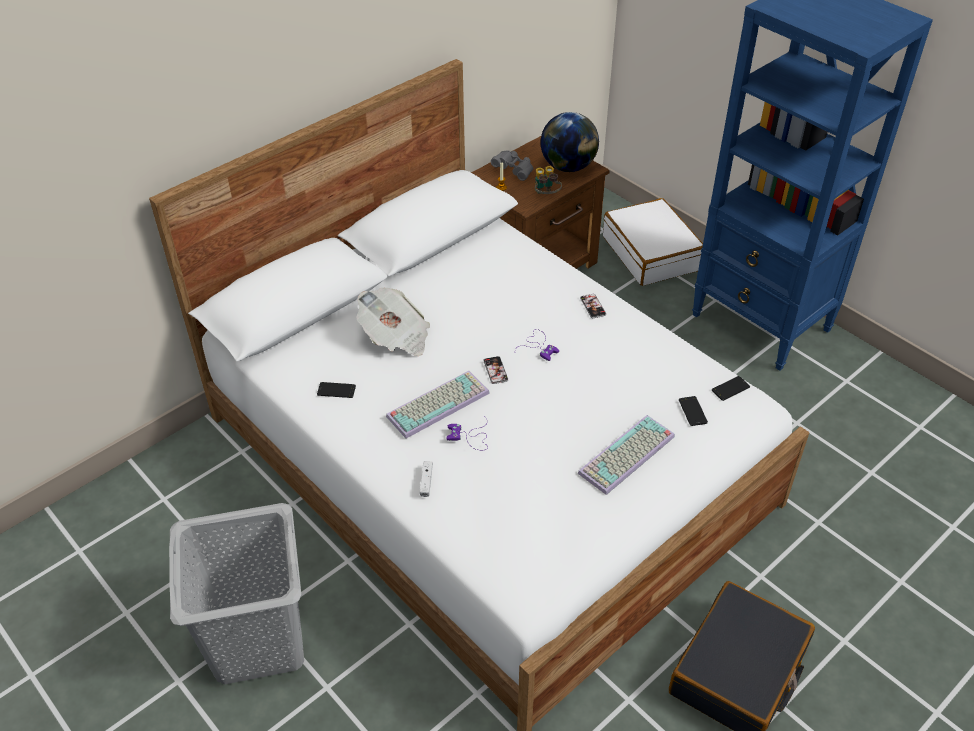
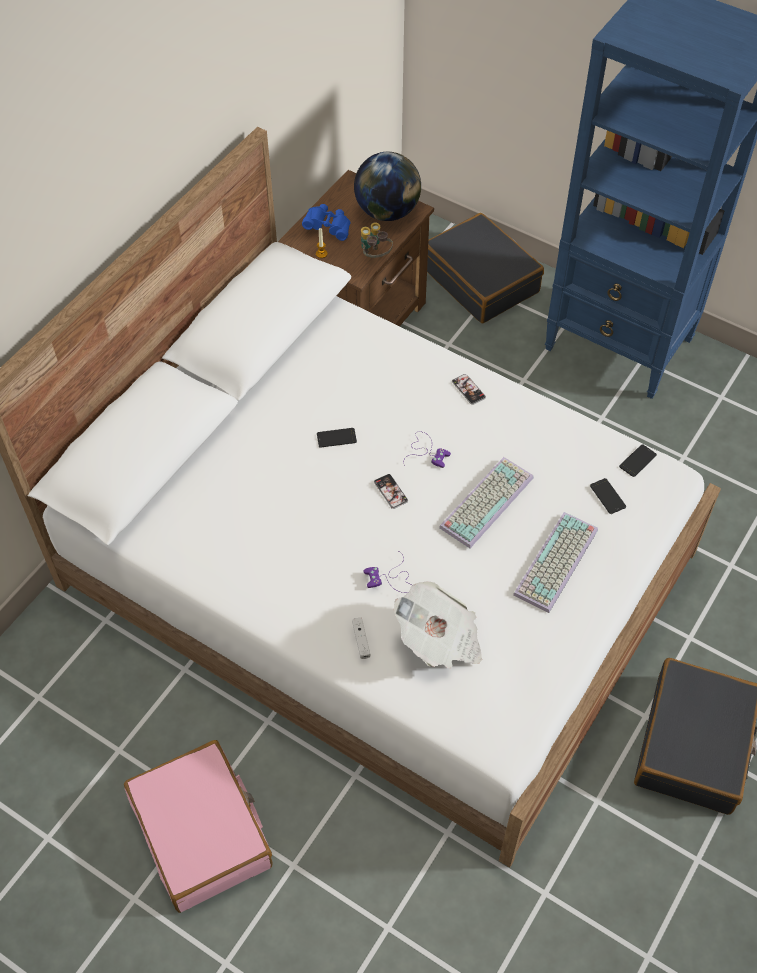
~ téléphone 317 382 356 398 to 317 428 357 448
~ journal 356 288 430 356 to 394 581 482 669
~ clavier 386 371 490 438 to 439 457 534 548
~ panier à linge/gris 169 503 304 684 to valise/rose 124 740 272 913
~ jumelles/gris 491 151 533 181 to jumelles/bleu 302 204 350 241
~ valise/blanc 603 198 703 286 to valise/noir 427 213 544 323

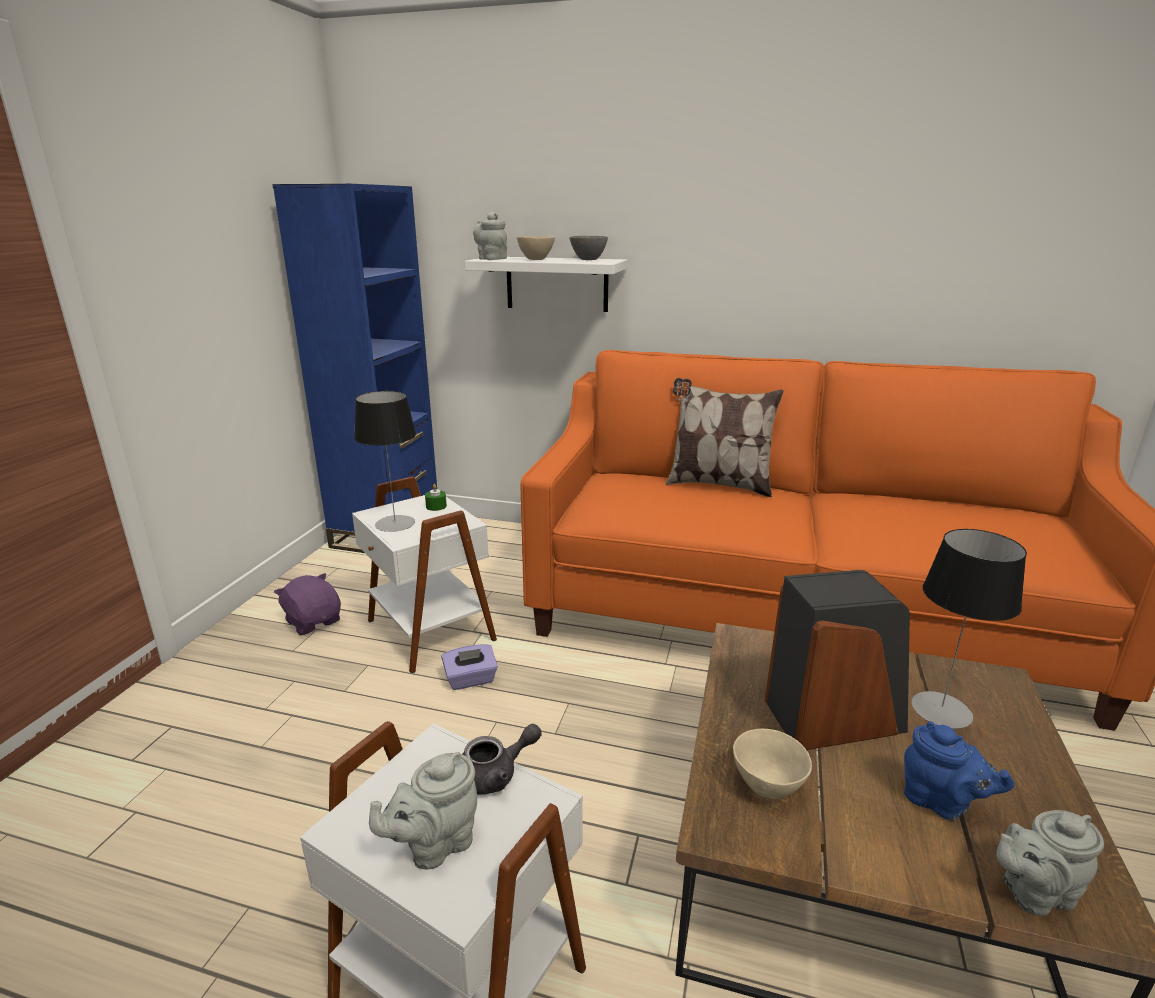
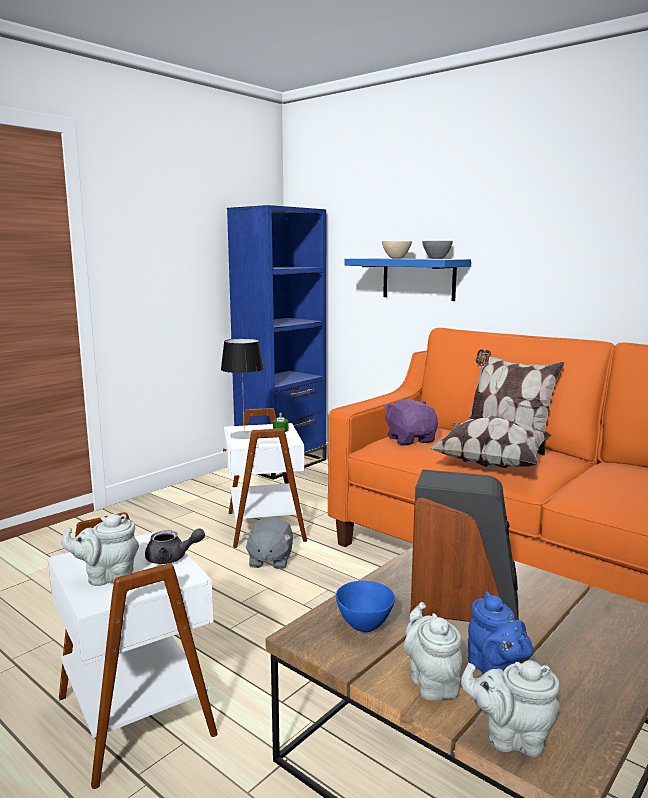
- lampe de table 912 529 1027 729
+ coussin 428 415 552 469
~ peluche/violet 274 573 341 635 to 384 399 438 446
~ théière/gris 473 212 507 260 to 403 602 463 700
~ boîte à mouchoirs/violet 442 644 498 690 to peluche/gris 243 517 293 569
~ étagère/blanc 464 257 628 312 to étagère/bleu 344 258 471 301
~ bol/beige 733 729 812 799 to bol/bleu 336 581 395 632

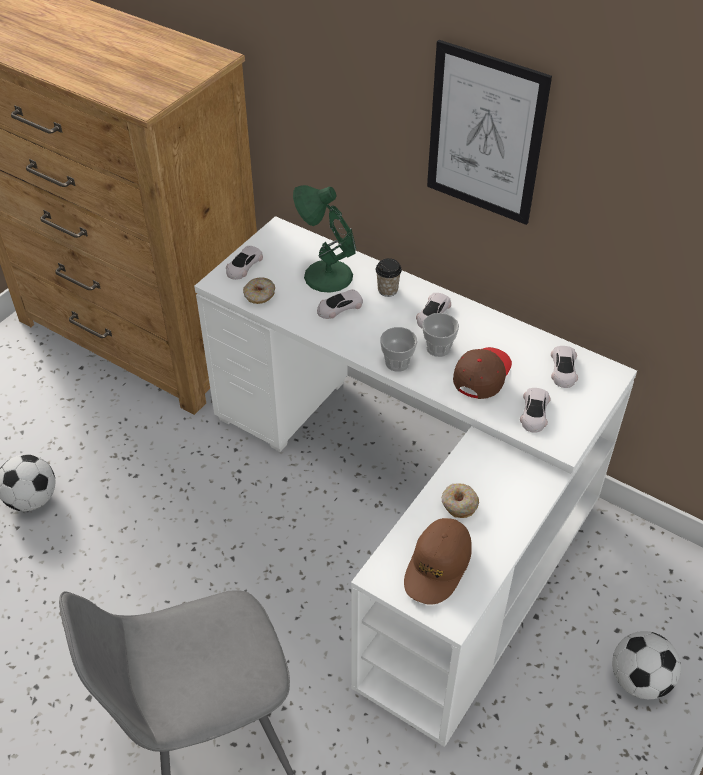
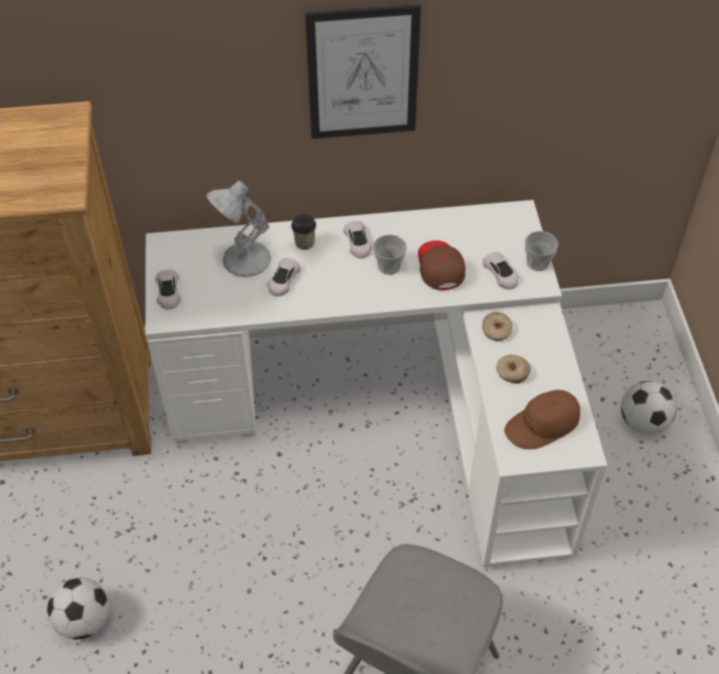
- petite voiture/blanc 551 346 578 388
~ beignet 243 277 275 304 to 482 312 513 341
~ tasse 380 327 417 372 to 525 231 558 271
~ lampe de table/vert 293 185 356 293 to lampe de table/blanc 206 181 271 277
~ casquette/marron 404 518 472 605 = 504 390 580 449 75 degrees clockwise

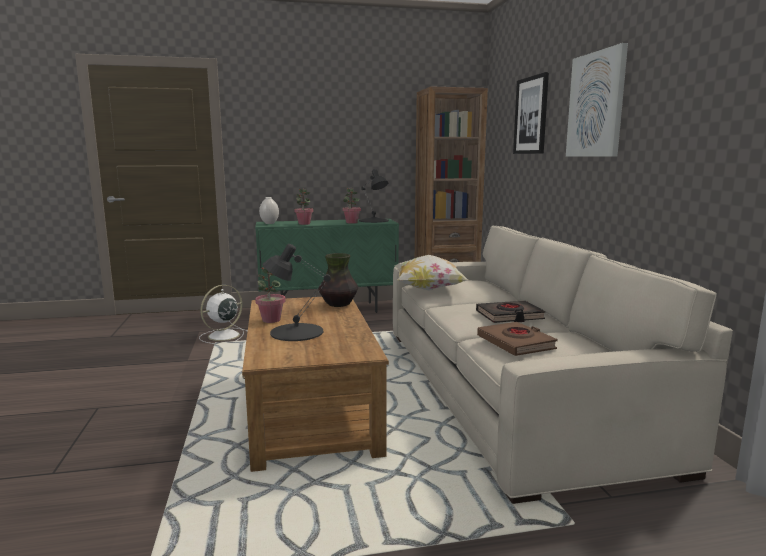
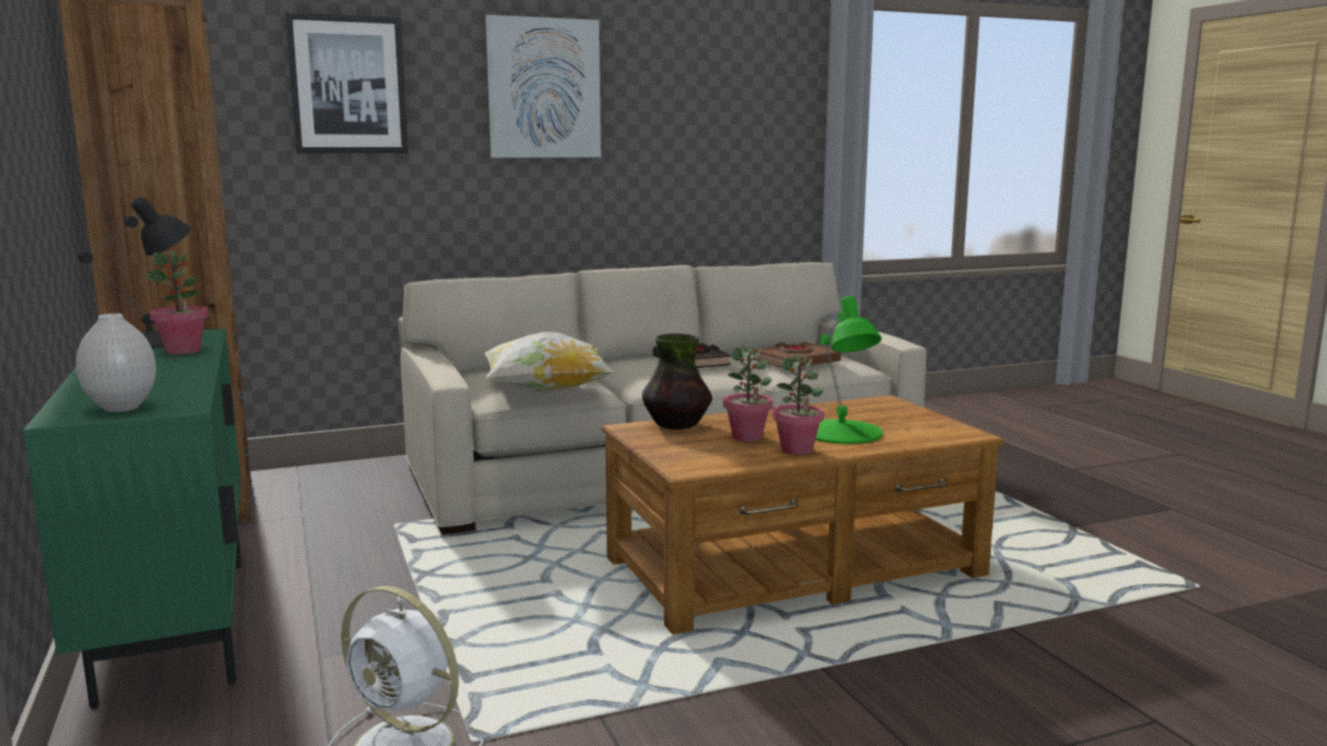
~ plante en pot 294 188 314 225 to 723 345 773 442
~ lampe de table/noir 262 244 331 341 to lampe de table/vert 815 296 883 444

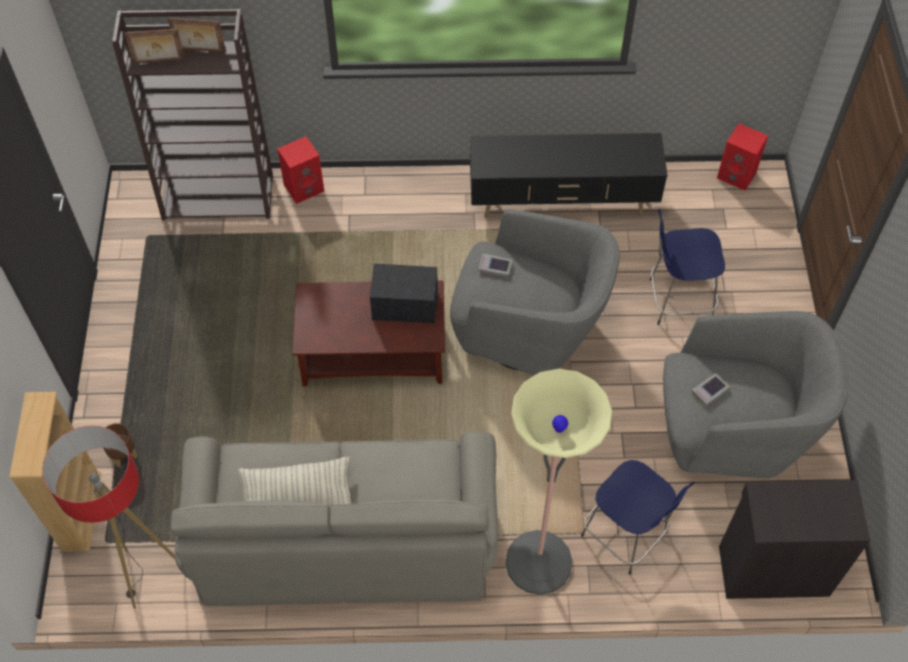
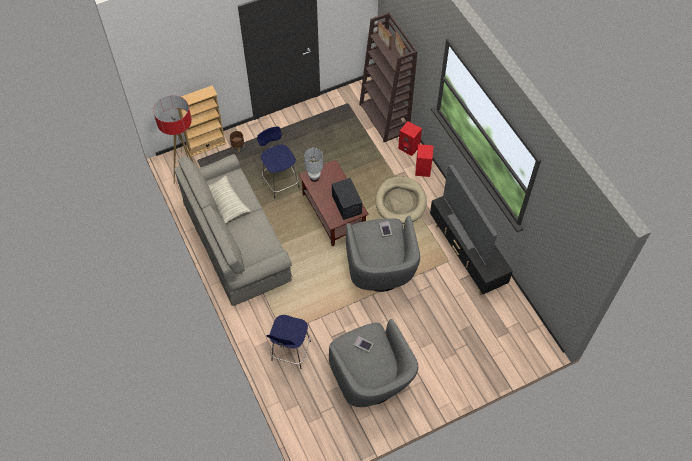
- lampadaire 505 369 613 595
- meuble de rangement/noir 719 480 870 599
+ lampe de table/blanc 304 148 323 182
+ panier pour chien/beige 376 176 427 224
+ téléviseur 443 165 497 266
~ tabouret/bleu 650 209 725 325 to 257 126 300 198
~ enceinte/rouge 717 123 768 191 to 415 144 433 177

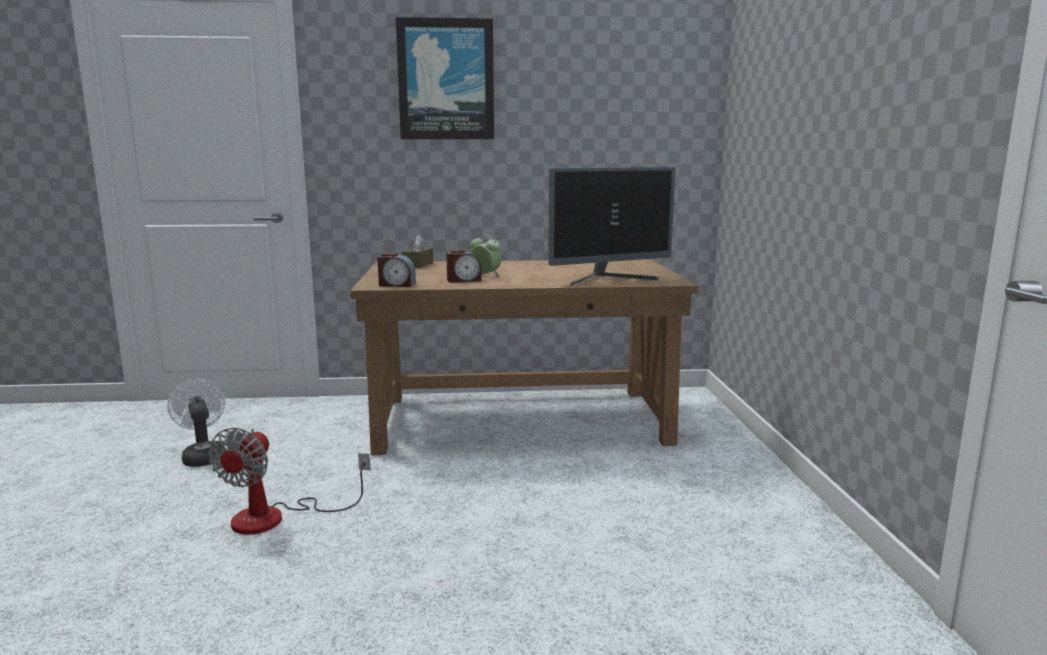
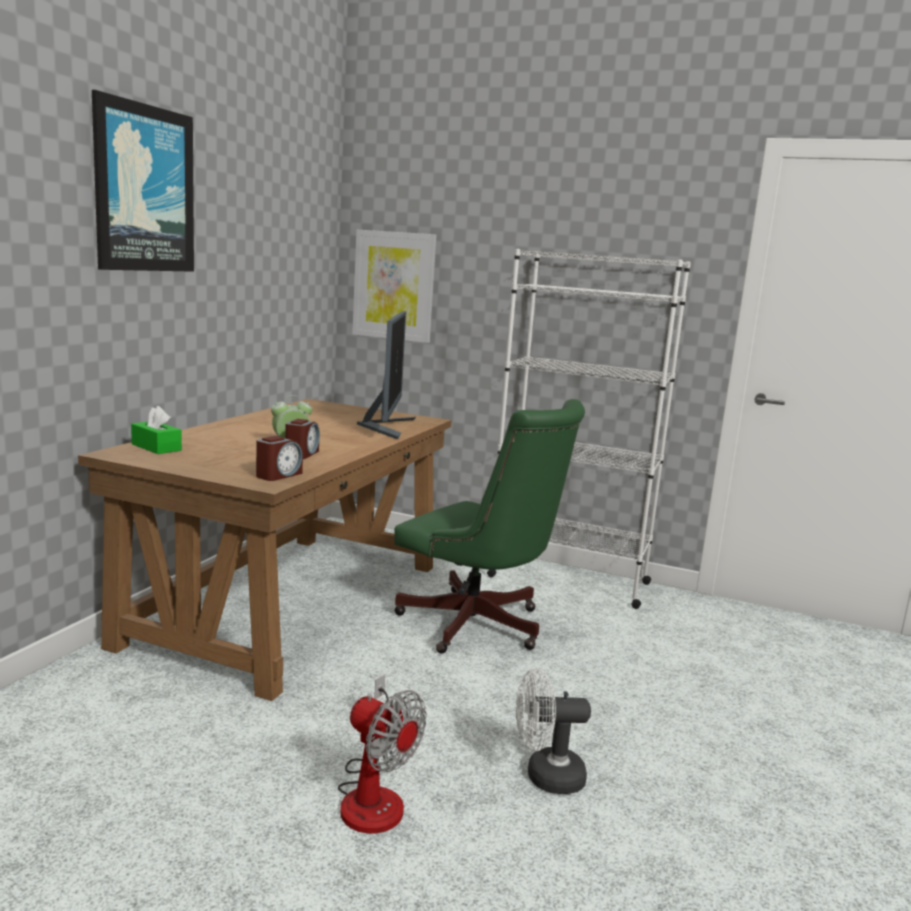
+ tableau 352 230 437 343
+ chaise de bureau/vert 394 399 585 654
+ bibliothèque/blanc 487 249 691 609
~ ventilateur/blanc 167 379 225 467 to 516 668 591 794
~ boîte à mouchoirs/marron 402 235 433 268 to boîte à mouchoirs/vert 131 406 182 454

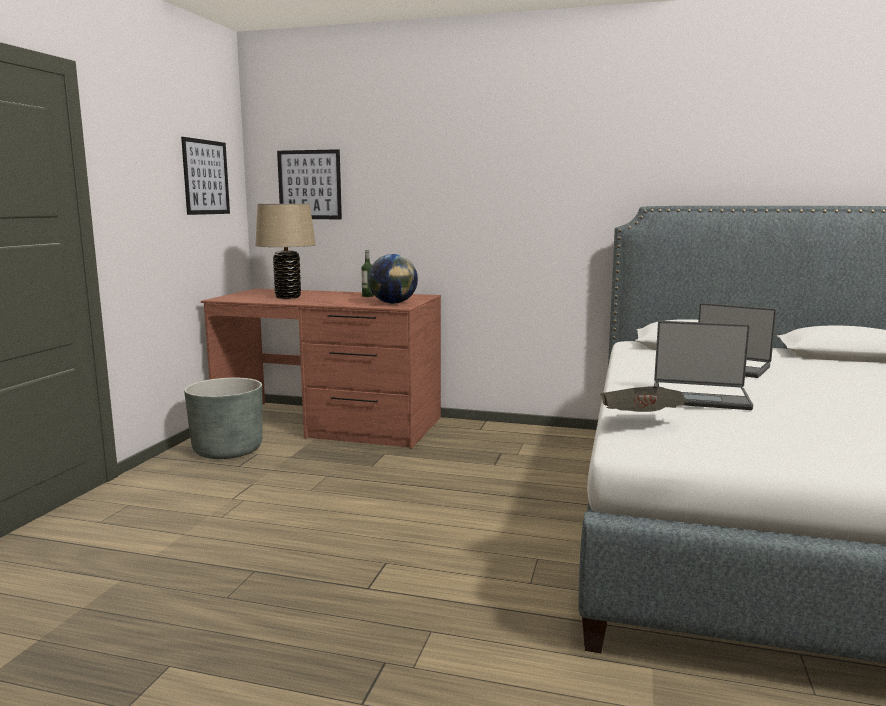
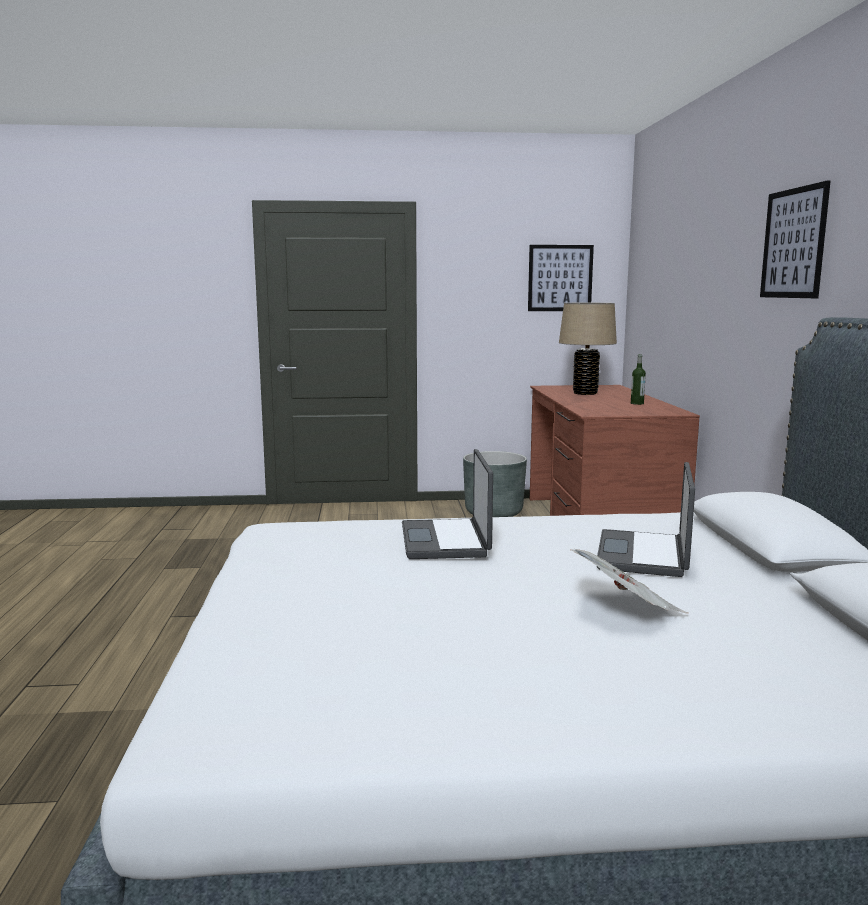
- globe 368 254 418 304
~ tableau 277 149 342 219 to 760 180 831 298
~ journal 600 386 687 412 to 569 549 689 614

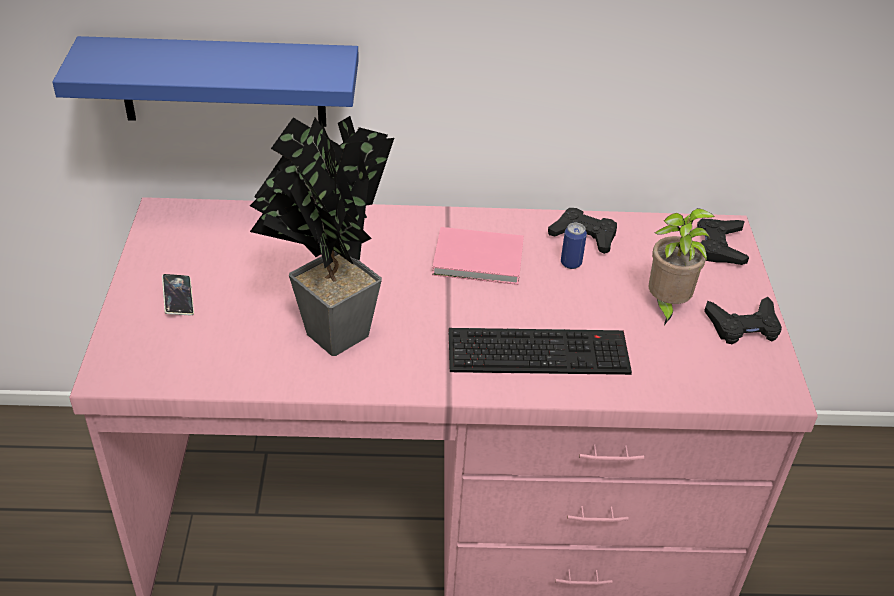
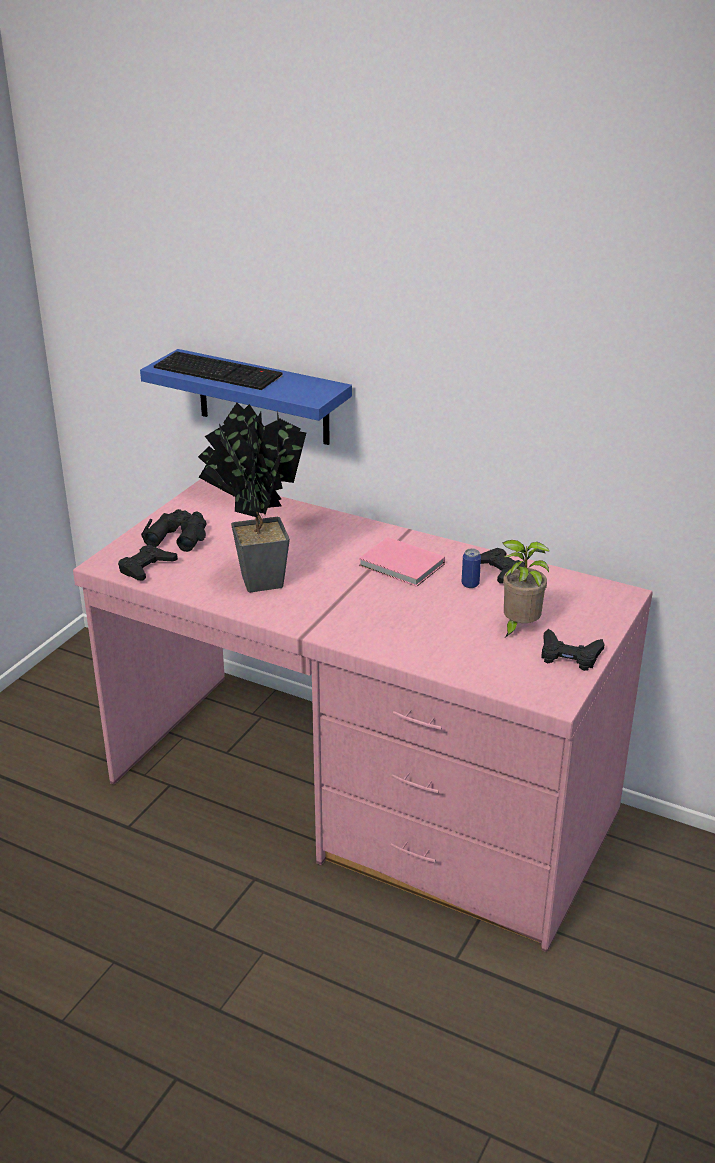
~ clavier 449 328 632 375 to 154 351 283 390
~ manette/noir 696 218 749 265 to 118 545 178 580
~ téléphone 162 274 194 315 to jumelles/noir 141 509 207 552

